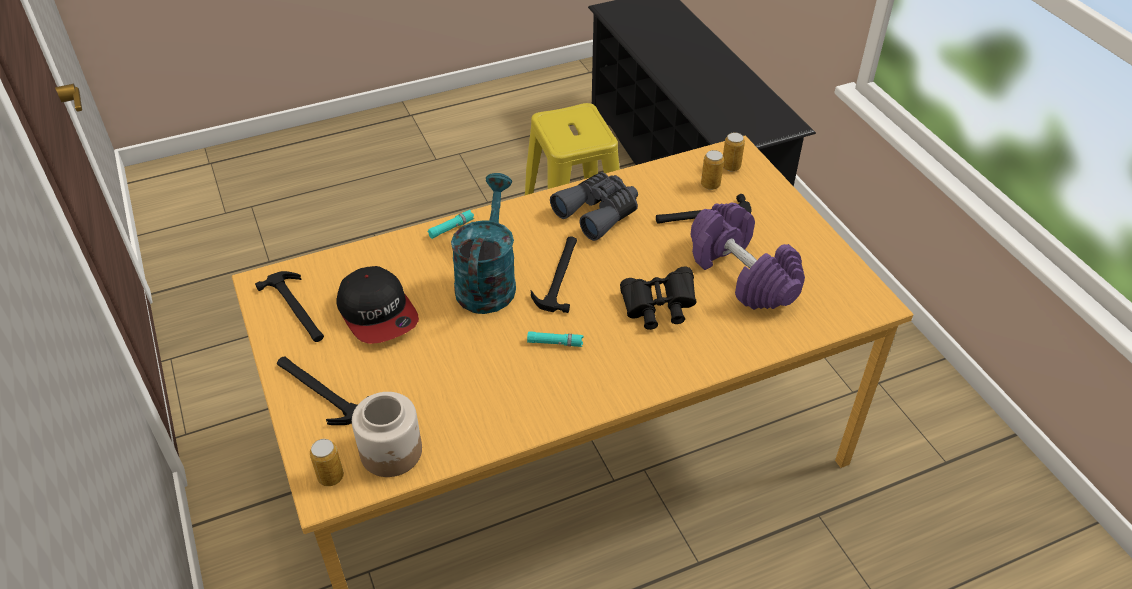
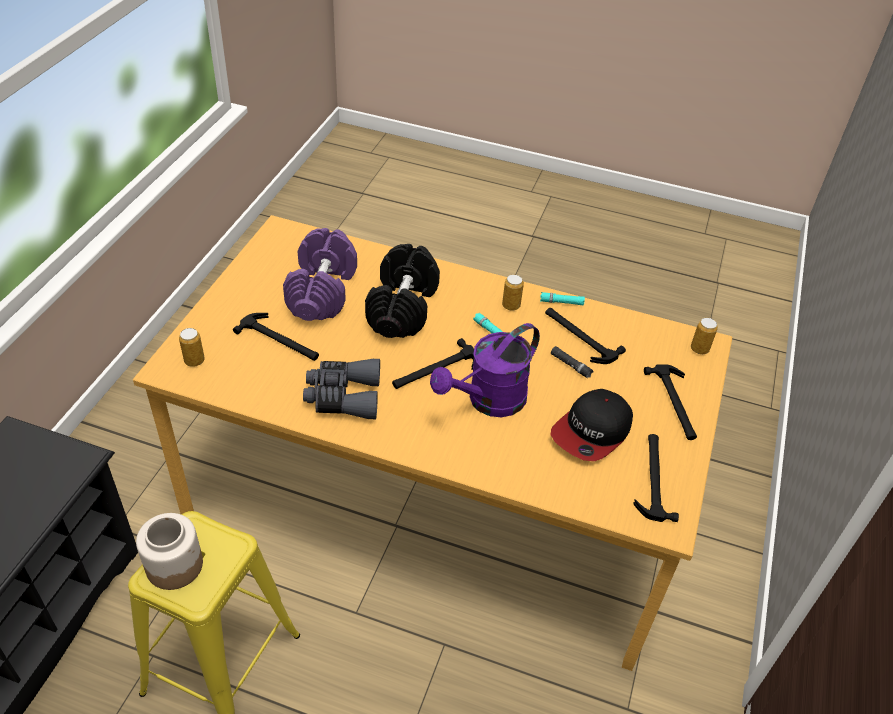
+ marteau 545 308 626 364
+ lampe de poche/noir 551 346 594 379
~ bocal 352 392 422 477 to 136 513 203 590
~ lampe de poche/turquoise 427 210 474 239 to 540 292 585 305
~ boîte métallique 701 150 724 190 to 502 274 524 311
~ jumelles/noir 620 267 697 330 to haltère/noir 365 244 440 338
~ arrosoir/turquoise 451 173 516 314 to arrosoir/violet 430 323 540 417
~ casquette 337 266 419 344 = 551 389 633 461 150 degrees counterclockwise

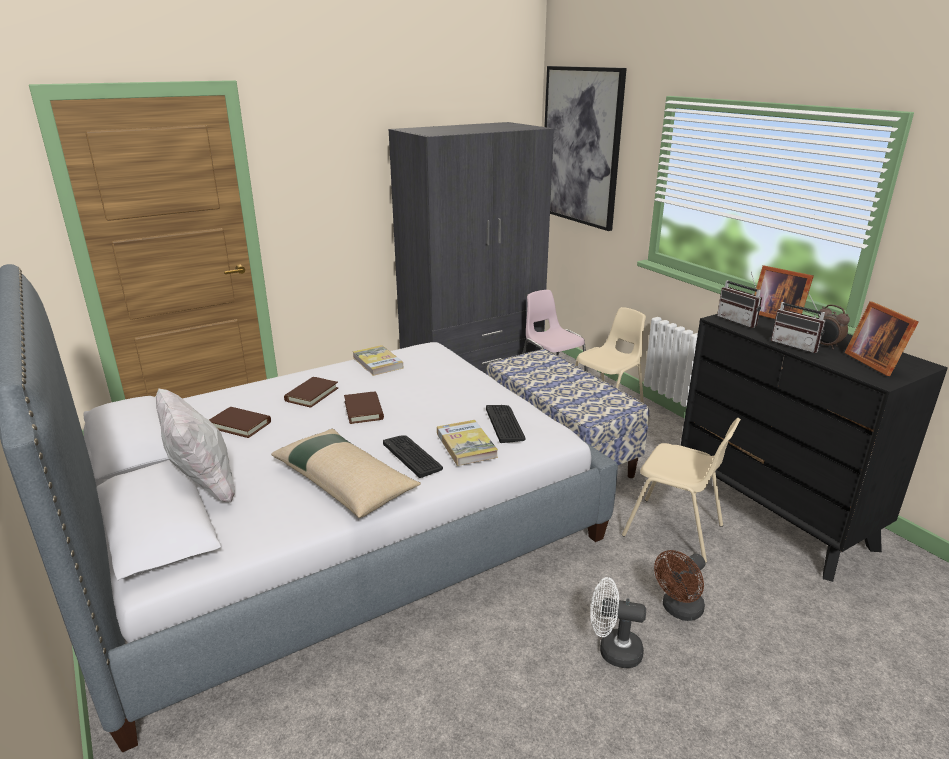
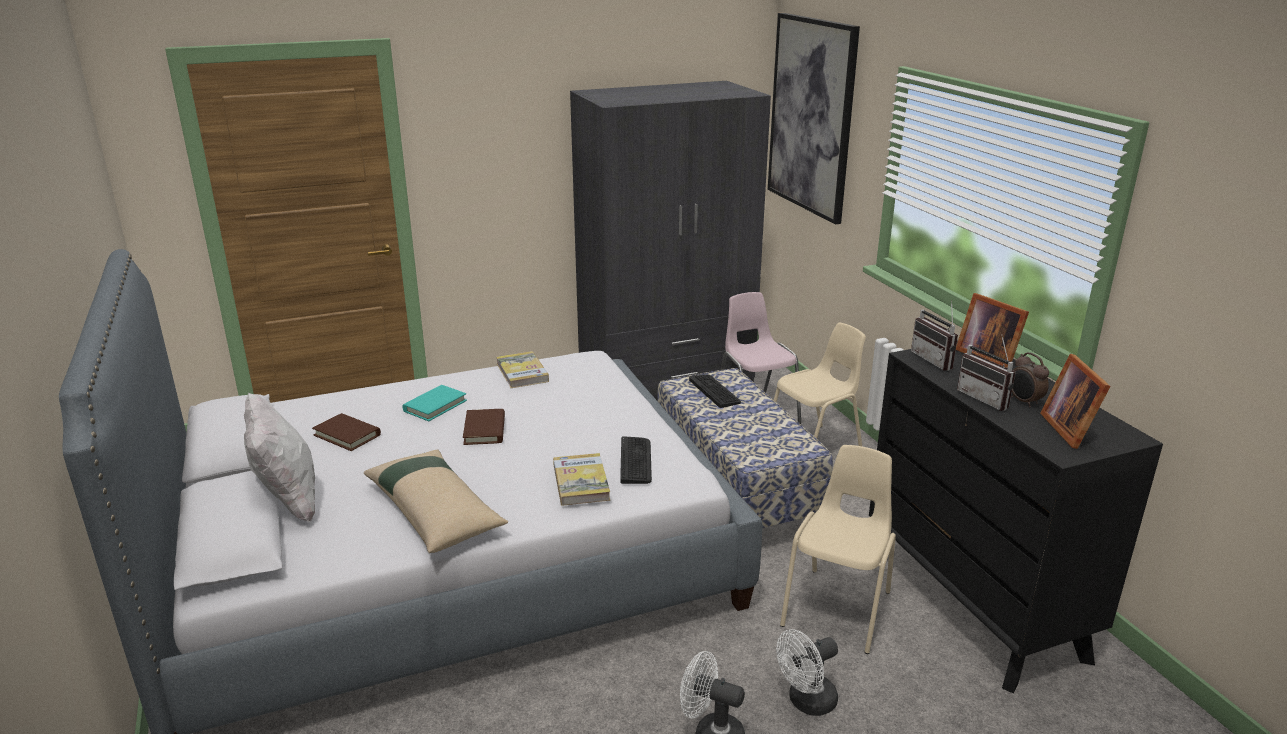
~ clavier 383 435 443 478 to 689 374 741 408
~ livre/marron 284 377 338 408 to livre/turquoise 402 385 467 421
~ ventilateur/marron 654 550 705 621 to ventilateur/blanc 776 629 838 716
~ chaise/beige 622 418 741 563 = 780 445 896 654 105 degrees counterclockwise

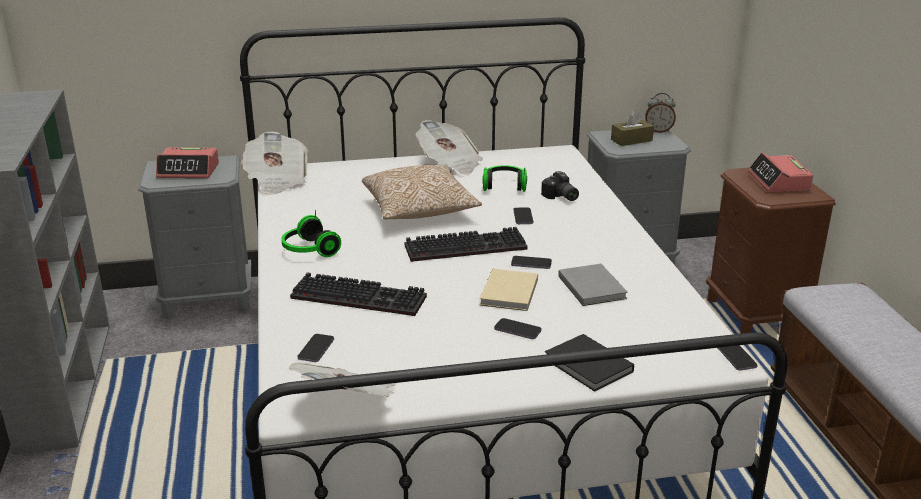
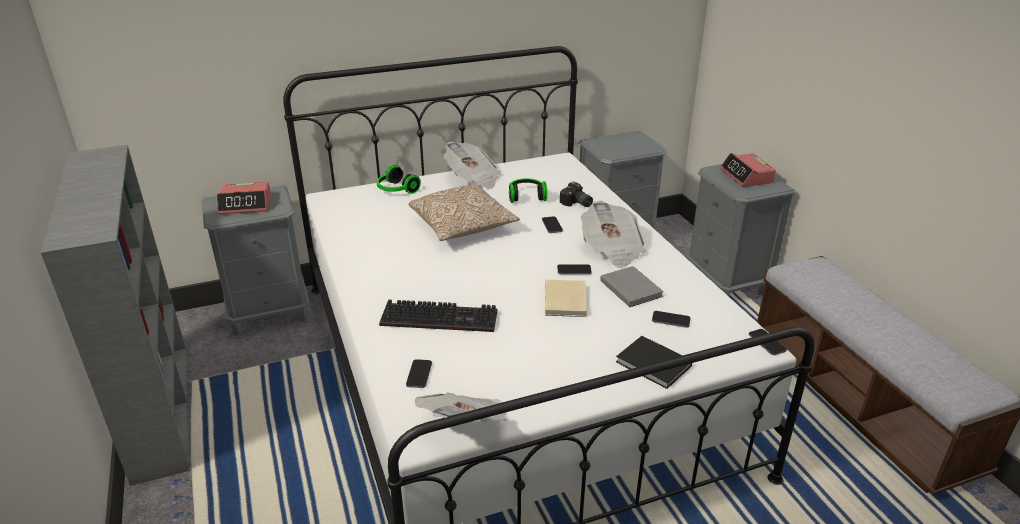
- clavier 405 227 528 262
- boîte à mouchoirs/marron 611 110 654 146
- réveil 645 93 676 133
~ journal 241 131 308 195 to 581 201 646 268
~ casque audio 281 210 341 257 to 377 161 421 194
~ téléphone 494 318 542 339 to 652 311 690 328
~ table de chevet/marron 706 167 836 334 to table de chevet/gris 686 164 795 297

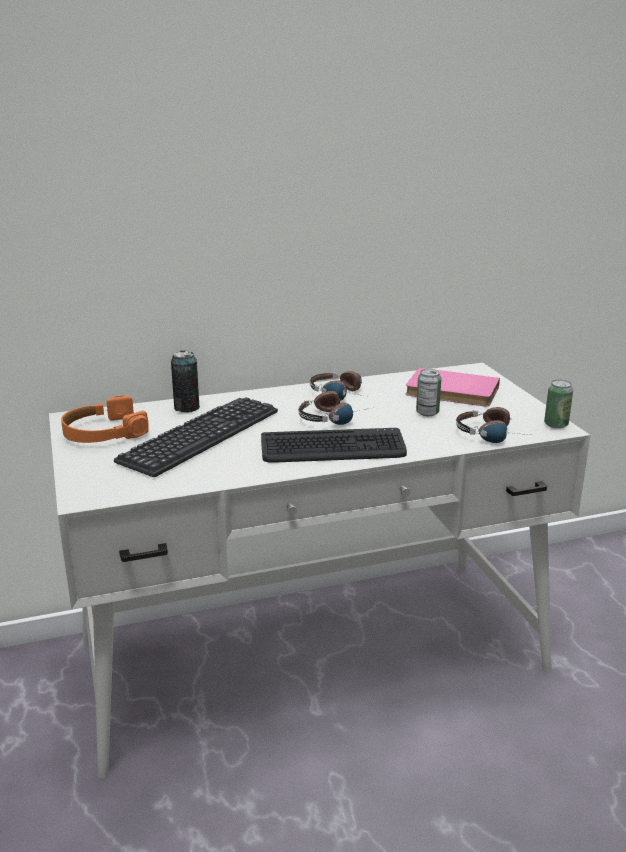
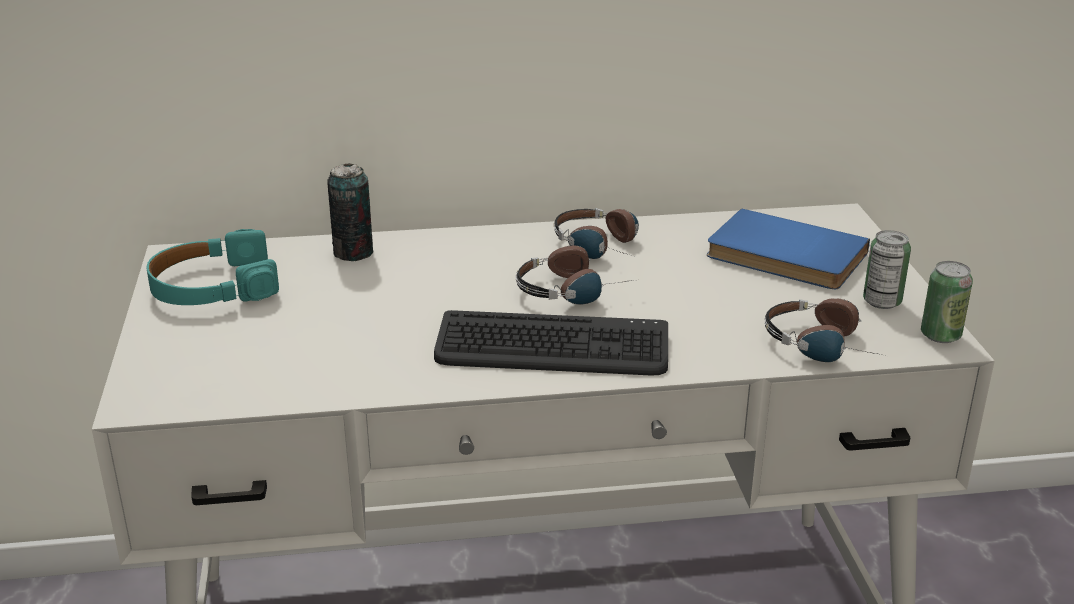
- clavier 114 397 278 477
~ boîte métallique 416 369 441 416 to 863 230 911 309
~ casque audio/orange 61 396 149 443 to casque audio/turquoise 147 229 279 305
~ livre/rose 406 368 500 407 to livre/bleu 707 209 870 289

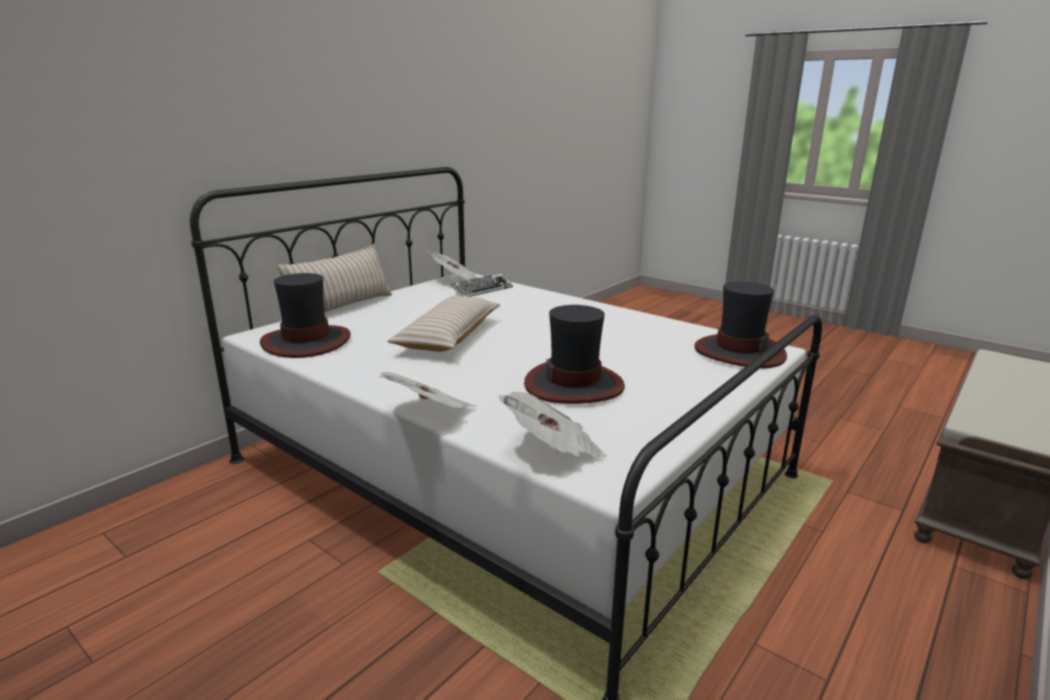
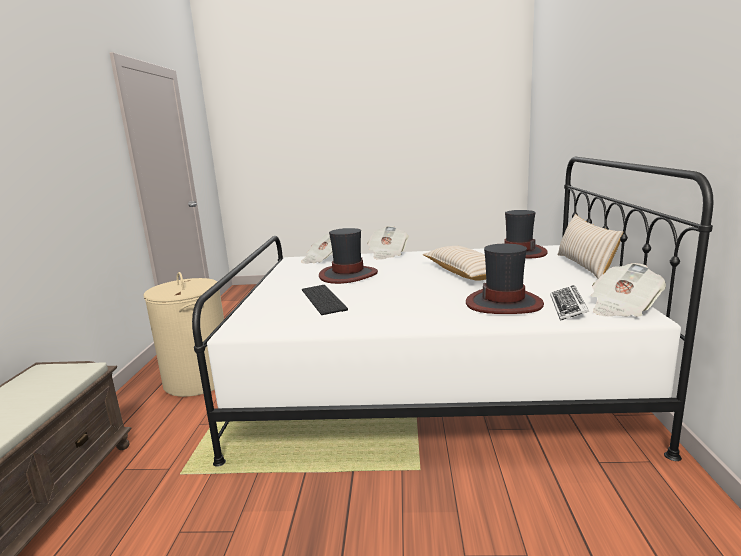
+ panier à linge/beige 144 272 224 397
+ clavier 302 285 348 315
~ chapeau 695 281 787 368 to 466 244 544 314

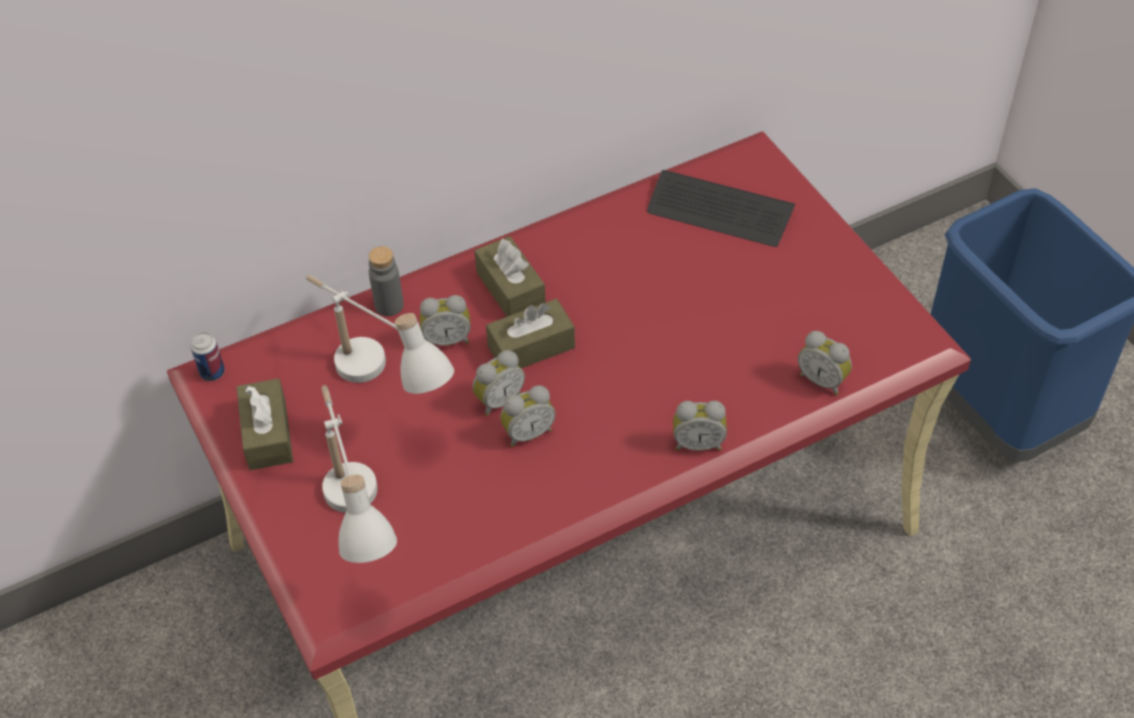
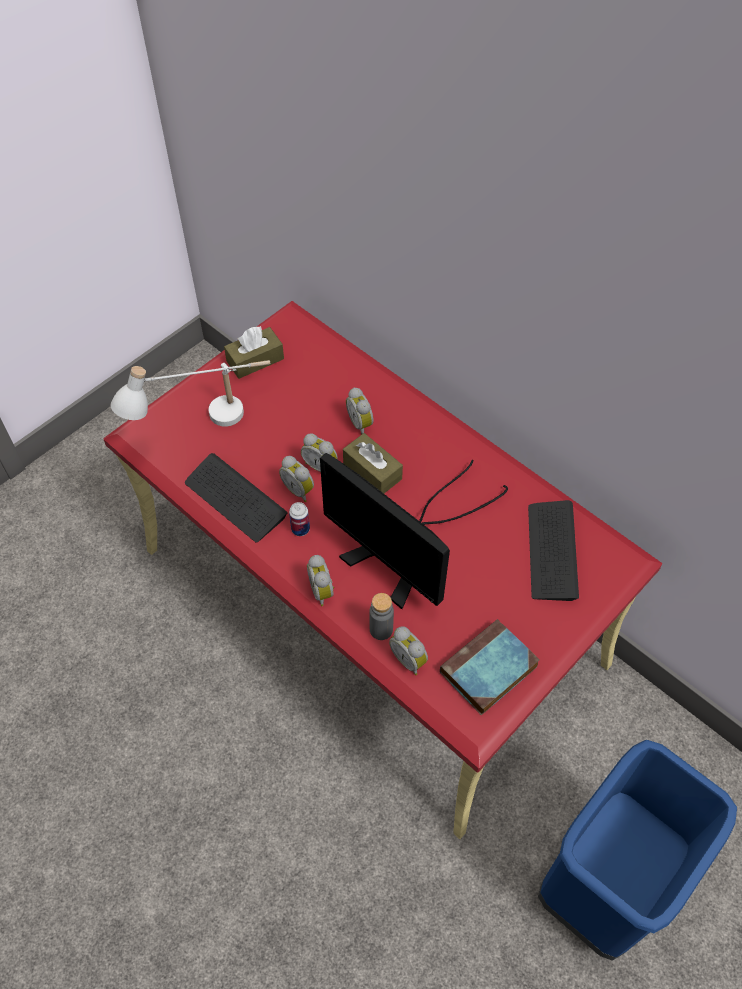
- lampe de table/blanc 306 275 454 394
- boîte à mouchoirs/marron 474 236 546 317
+ clavier 185 453 288 542
+ écran d'ordinateur 320 453 508 609
+ livre 440 619 540 715
~ boîte métallique 191 332 225 381 to 289 502 310 536
~ bouteille/gris 369 246 404 316 to 369 593 394 640
~ réveil 798 331 852 396 = 389 626 428 675 60 degrees counterclockwise

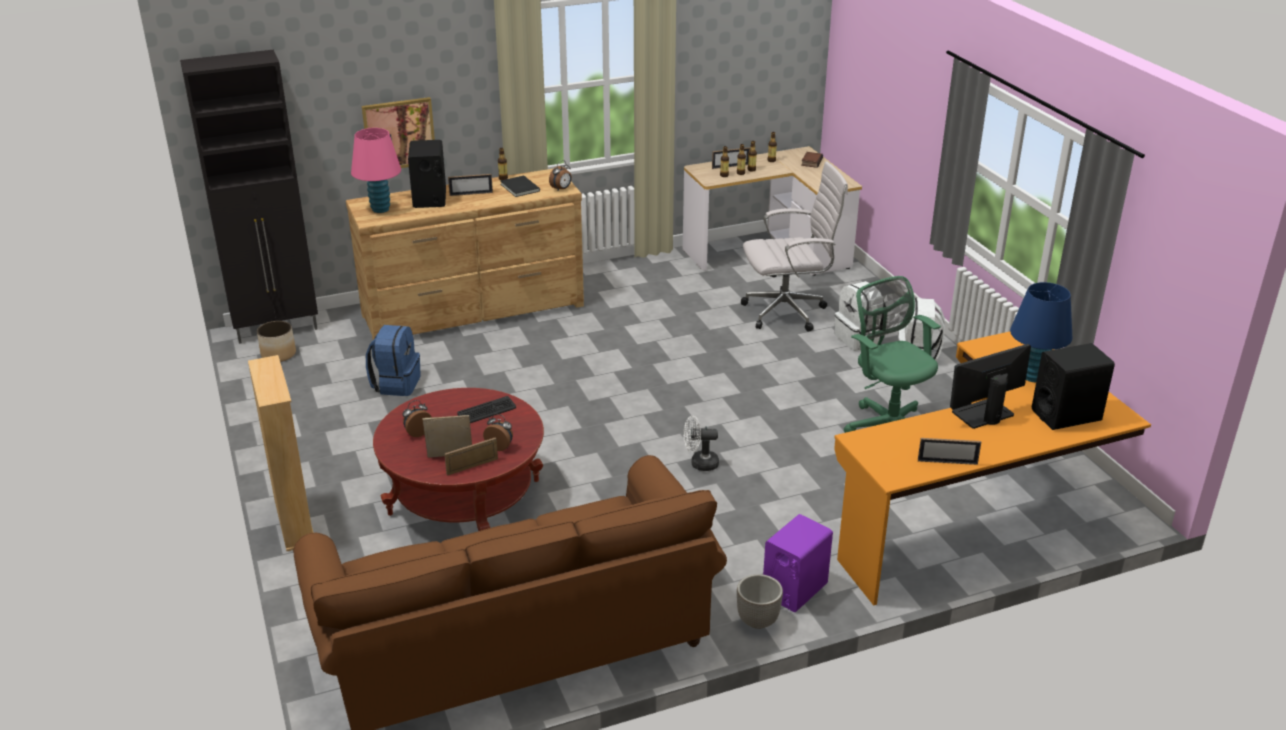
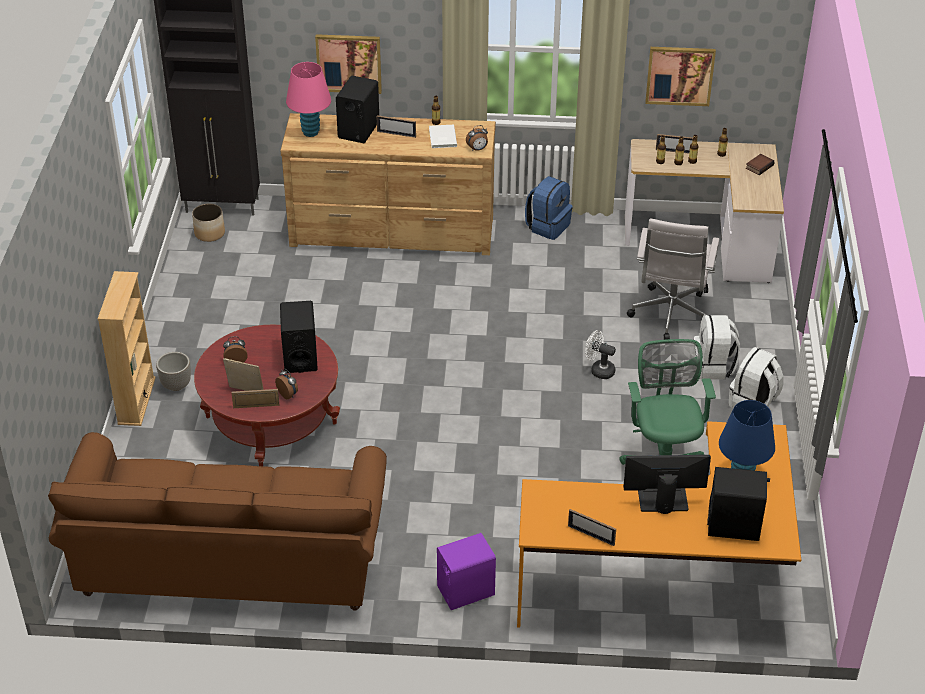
+ tableau 645 47 716 106
~ sac à dos/bleu 366 325 421 396 to 525 176 573 240
~ ventilateur/blanc 683 416 719 471 to 585 330 616 379
~ cache-pot 737 574 783 629 to 156 352 191 391
~ clavier 457 396 516 423 to enceinte/noir 280 301 318 373
~ livre/noir 500 175 540 197 to livre/blanc 429 125 457 148
~ chaise de bureau/blanc 741 161 848 332 = 627 219 720 340 90 degrees clockwise

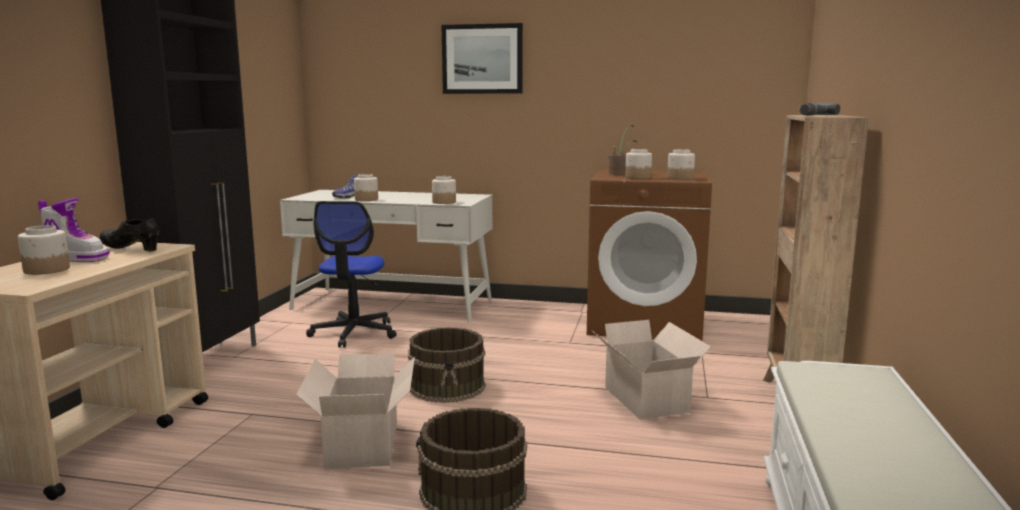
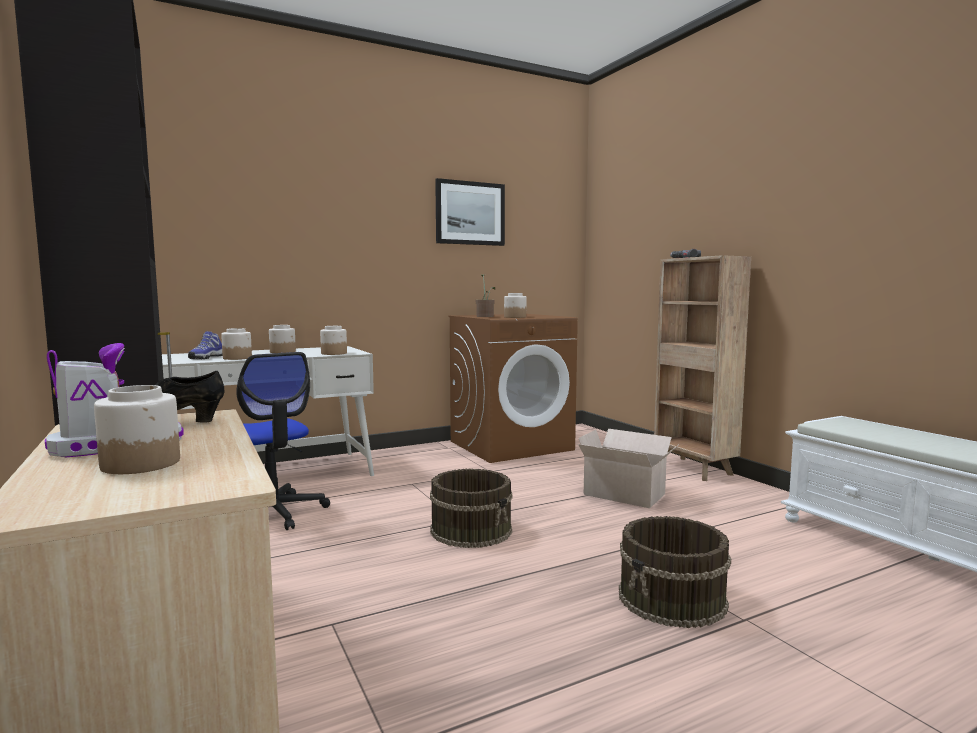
- carton 296 353 415 468
~ tableau 441 23 523 94 to 435 178 505 246
~ bocal 667 149 695 180 to 269 325 296 353

